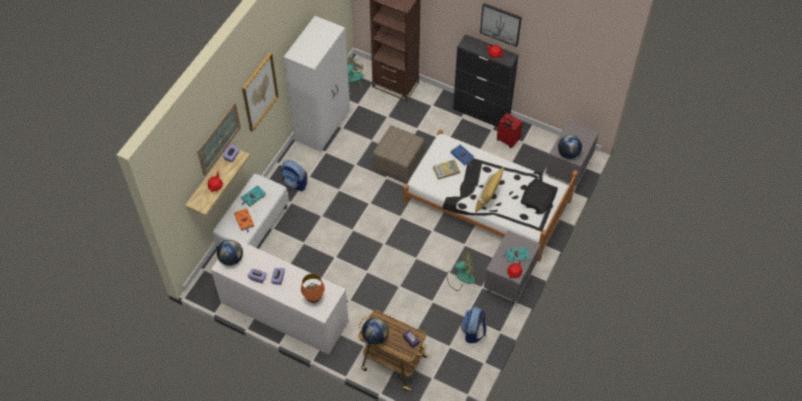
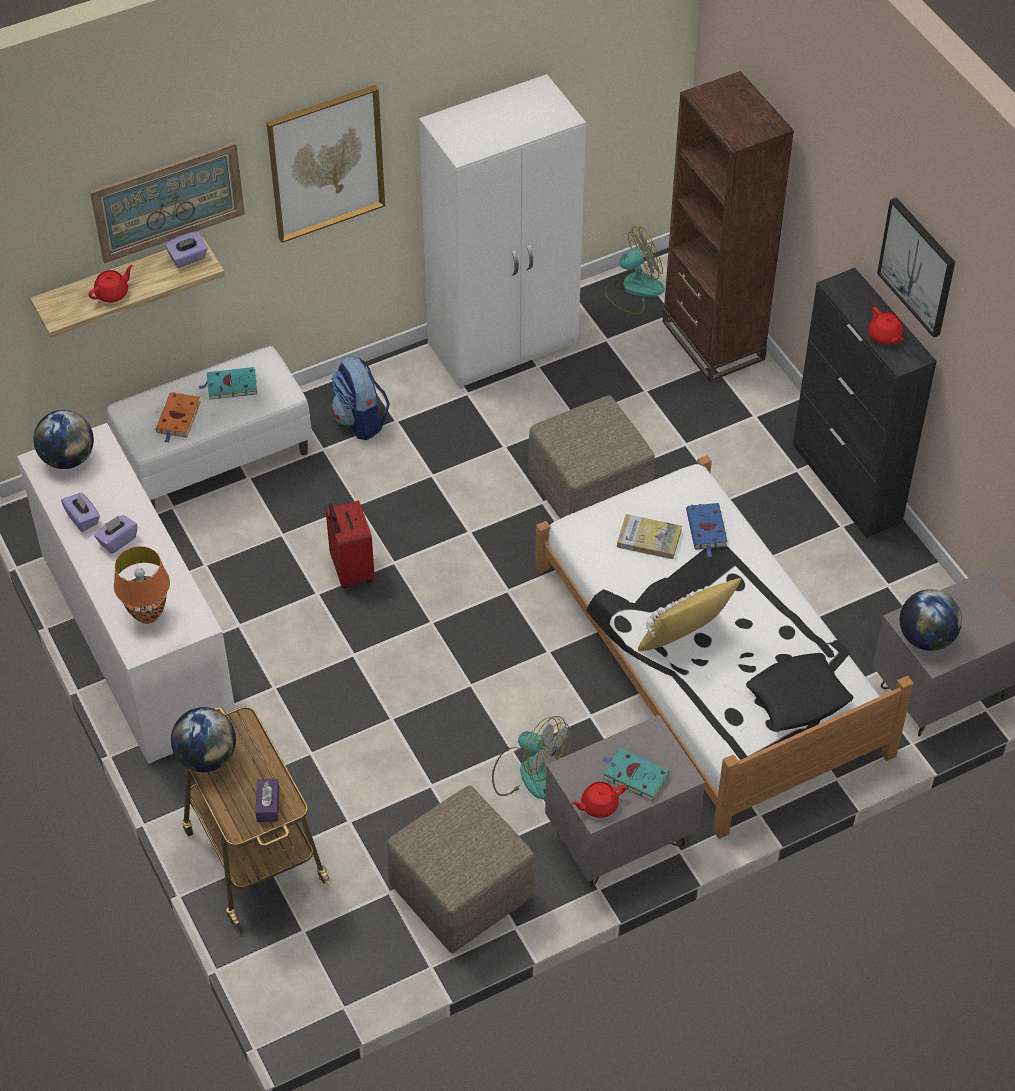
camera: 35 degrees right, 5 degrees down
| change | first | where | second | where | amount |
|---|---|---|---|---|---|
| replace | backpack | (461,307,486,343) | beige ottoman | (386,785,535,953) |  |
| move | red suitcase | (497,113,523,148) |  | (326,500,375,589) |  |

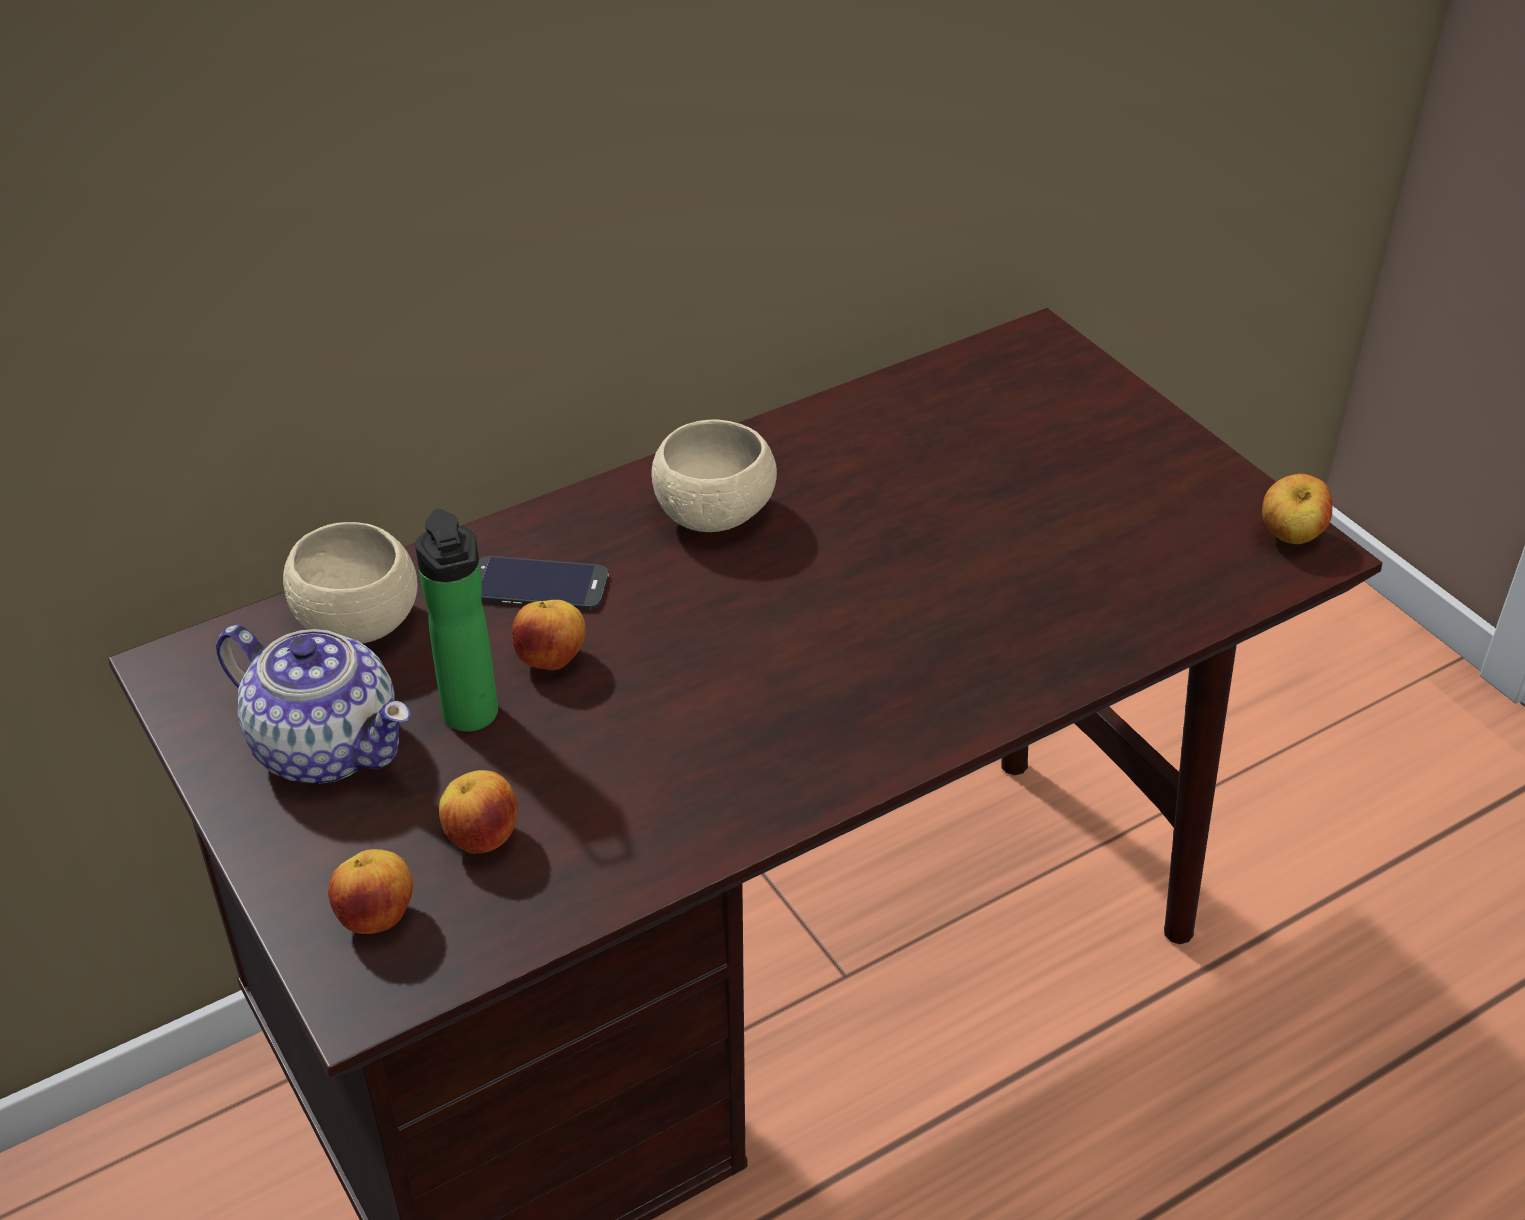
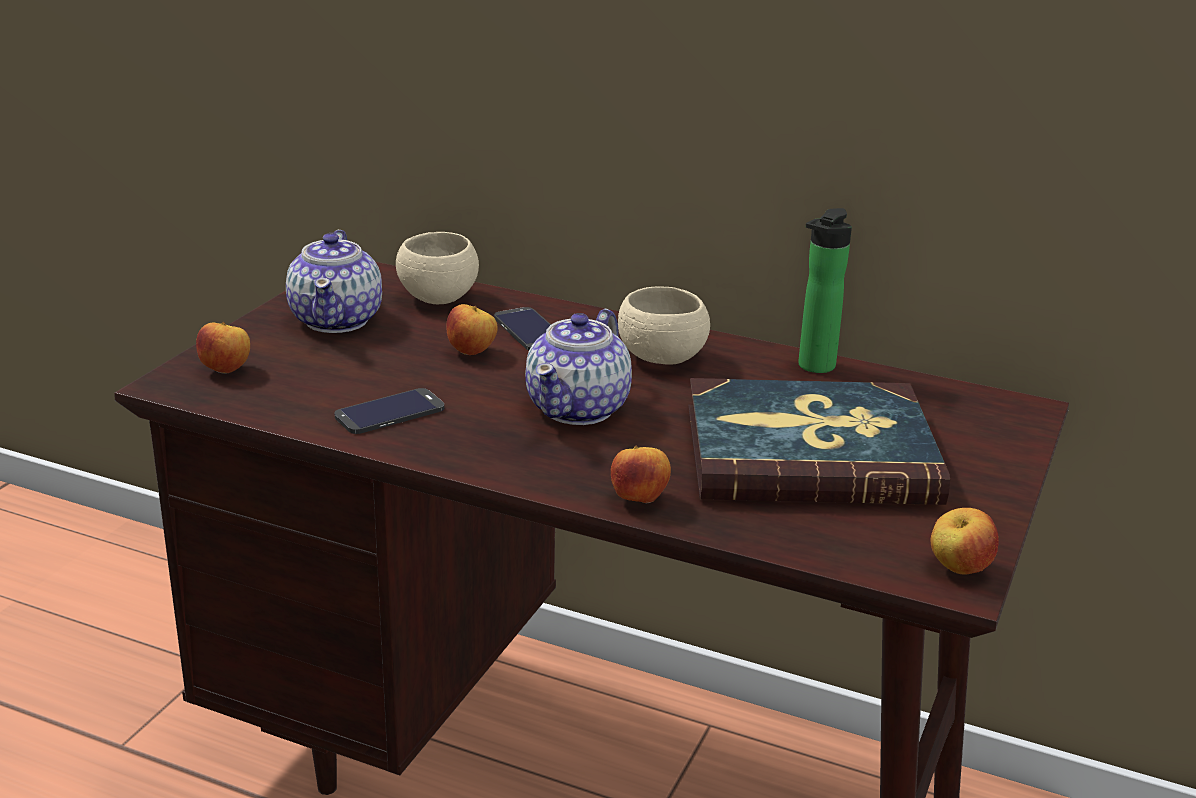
camera: 55 degrees right, 15 degrees down
| change | first | where | second | where | amount |
|---|---|---|---|---|---|
| move | bottle | (415,509,498,732) |  | (798,208,852,373) |  |
| move | apple | (439,770,518,854) |  | (611,445,671,503) |  |
| insert |  |  | phone | (334,388,444,434) |  |
| insert |  |  | teapot | (525,309,632,425) |  |
| insert |  |  | book | (688,378,950,505) |  |

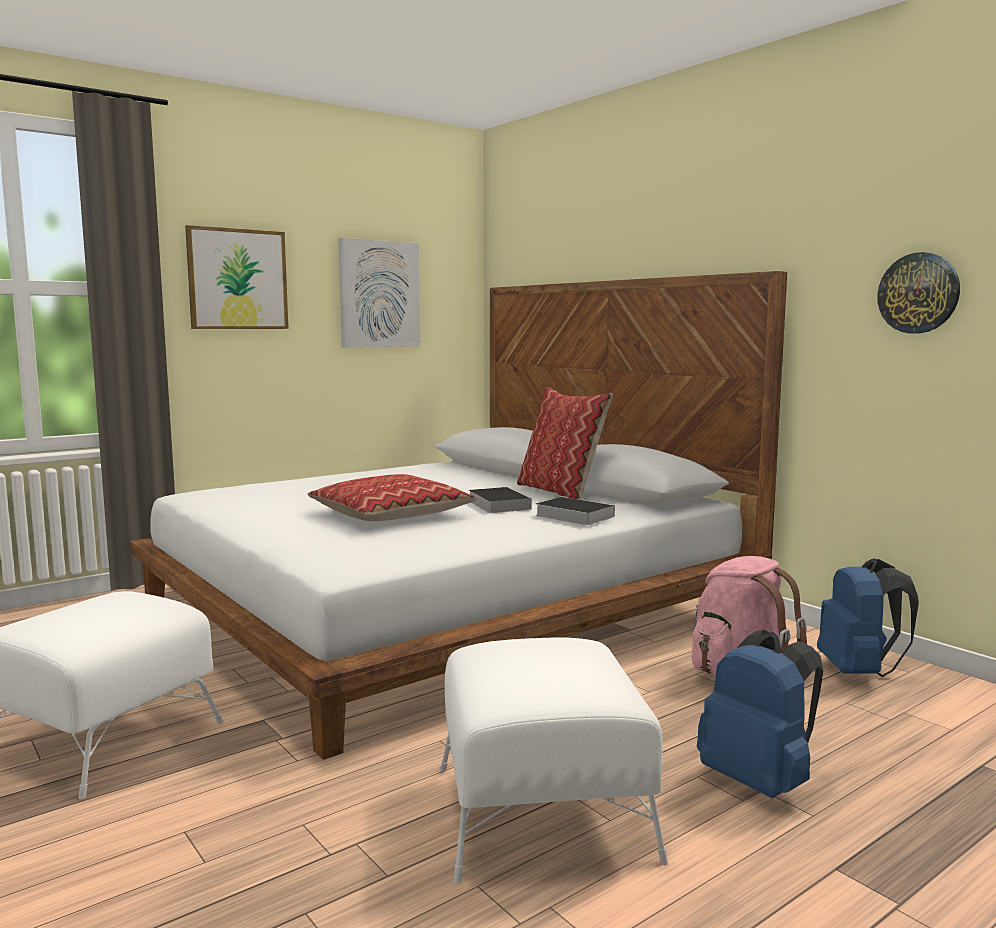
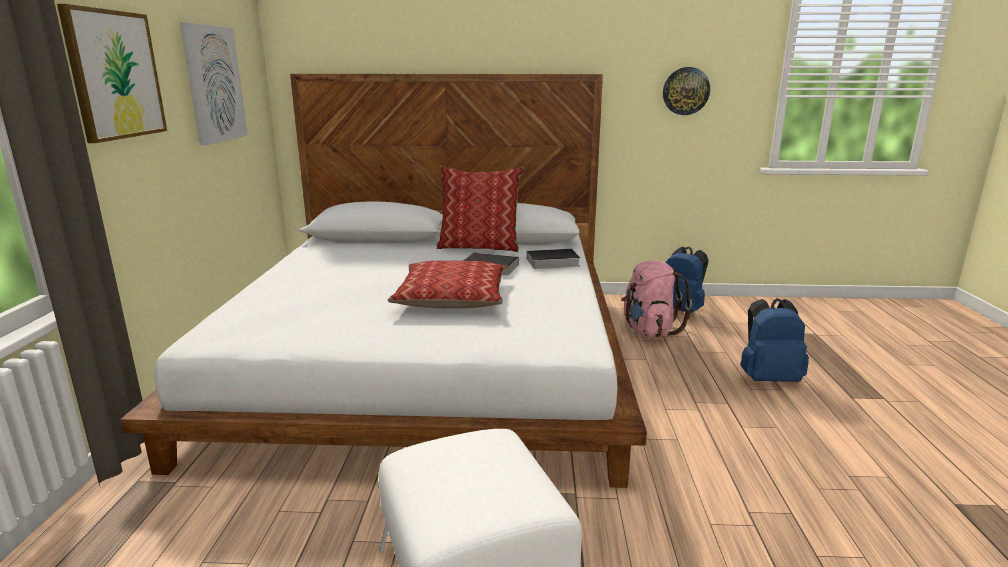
camera: 50 degrees left, 10 degrees up
| change | first | where | second | where | amount |
|---|---|---|---|---|---|
| delete | white ottoman | (440,638,668,883) |  |  |  |

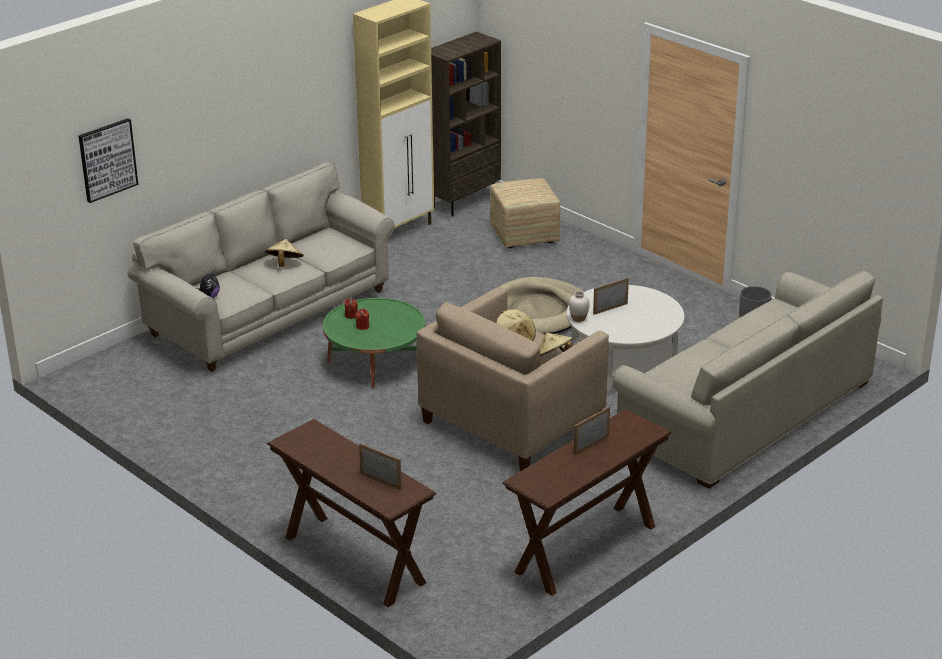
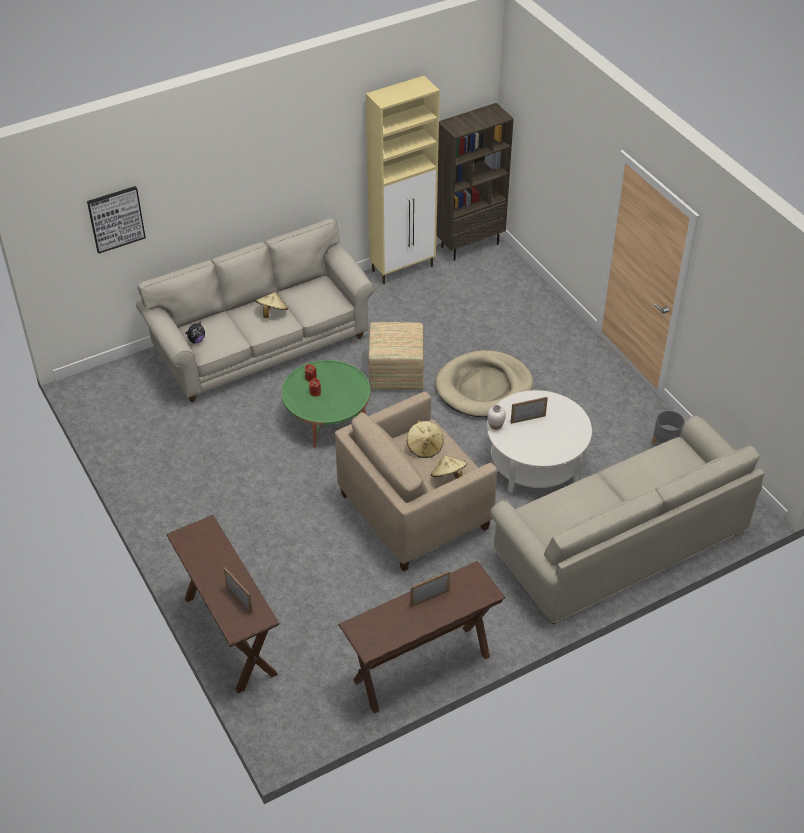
camera: 15 degrees right, 15 degrees up
| change | first | where | second | where | amount |
|---|---|---|---|---|---|
| move | ottoman | (490,178,560,248) |  | (368,322,424,389) |  |

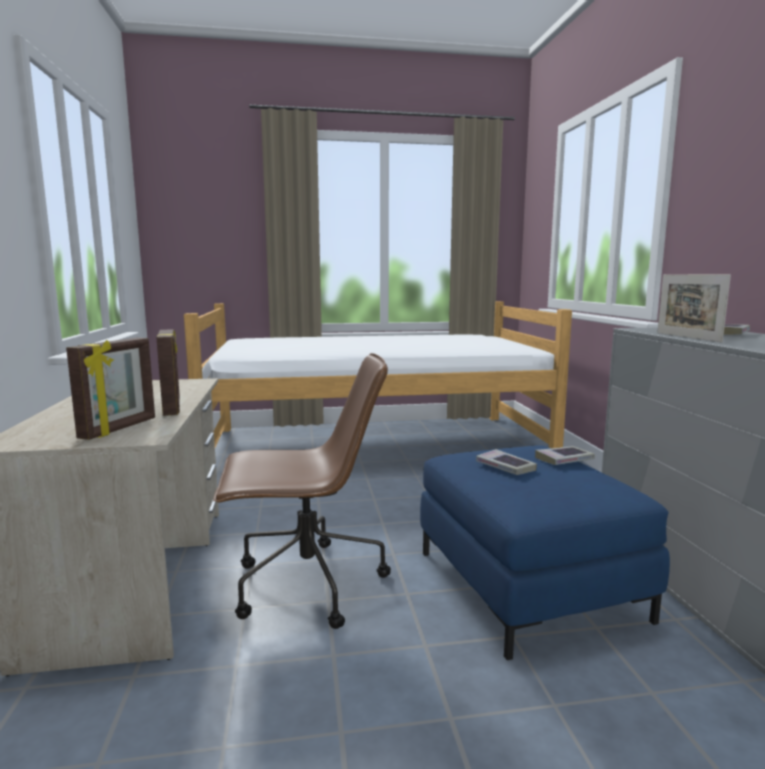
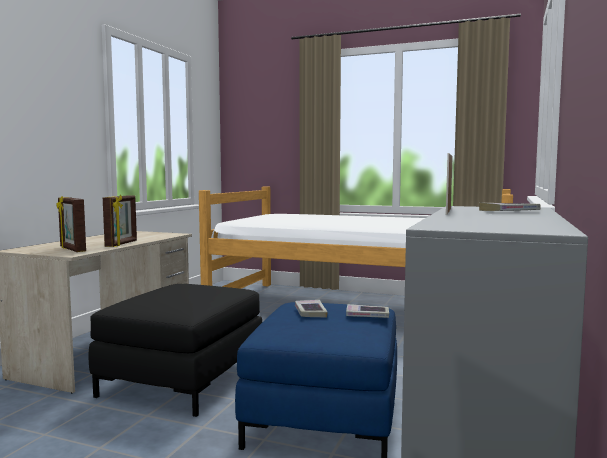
camera: 30 degrees right, 5 degrees down
| change | first | where | second | where | amount |
|---|---|---|---|---|---|
| rotate | picture frame | (66,338,155,440) |  | (57,196,86,252) | 90 degrees clockwise |
| replace | brown office chair | (213,353,391,629) | black ottoman | (89,284,262,417) |  |

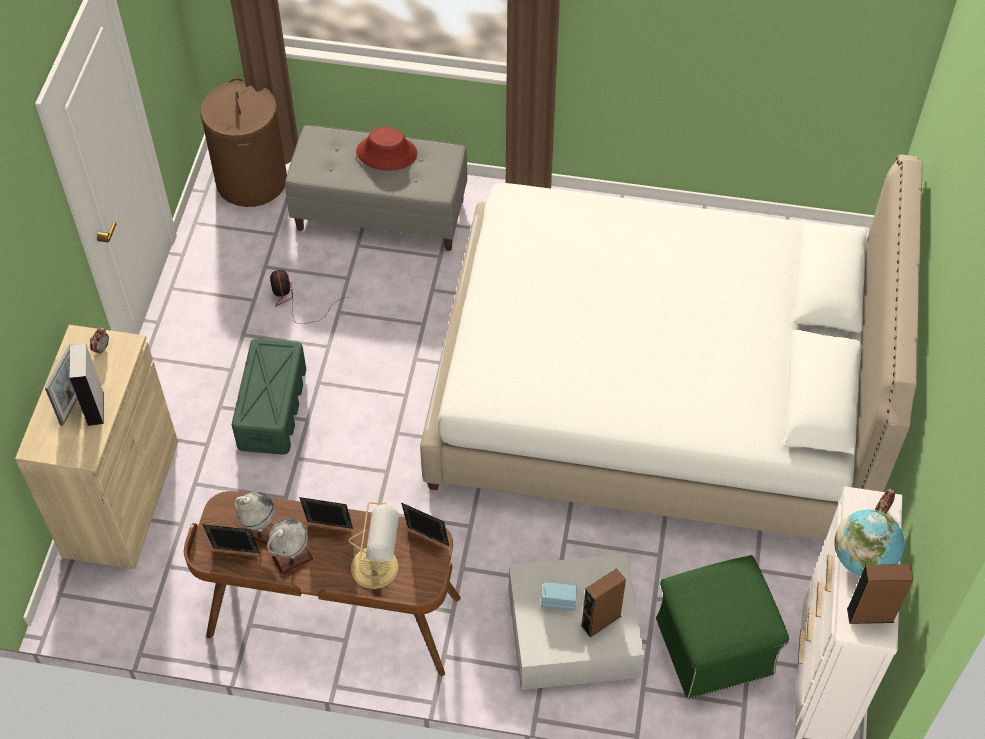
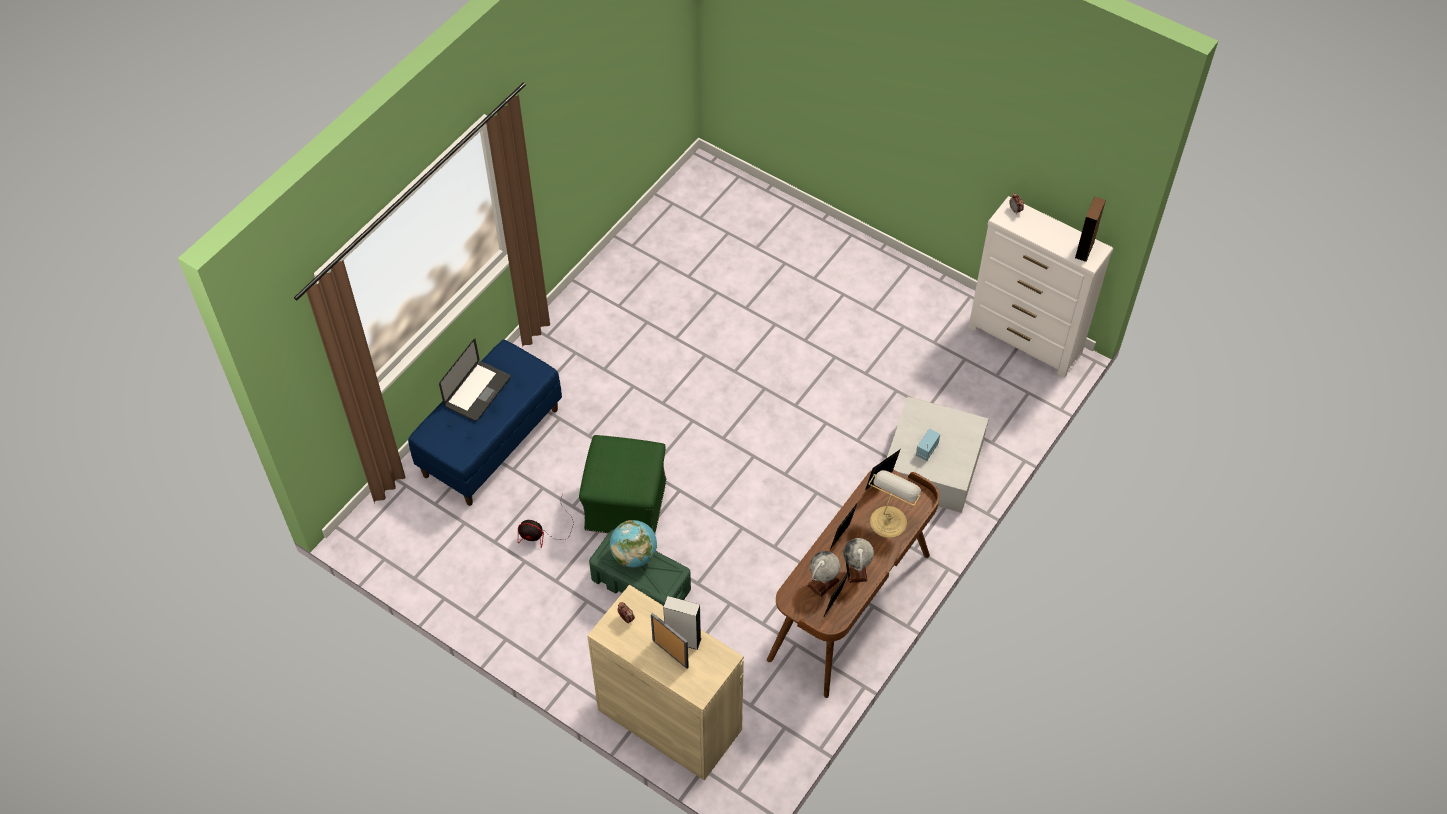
camera: 65 degrees left, 0 degrees up
| change | first | where | second | where | amount |
|---|---|---|---|---|---|
| delete | brown laundry basket | (200,78,287,207) |  |  |  |
| recolor | grey bench | (285,125,467,251) | blue bench | (408,339,562,506) |  |
| replace | red hat | (356,127,417,171) | laptop | (439,338,511,421) |  |
| delete | white bed | (420,155,923,540) |  |  |  |
| delete | brown speaker | (581,568,626,637) |  |  |  |
| move | green ottoman | (656,555,789,699) |  | (579,435,666,533) |  |
| move | globe | (834,509,904,576) |  | (610,520,657,568) |  |

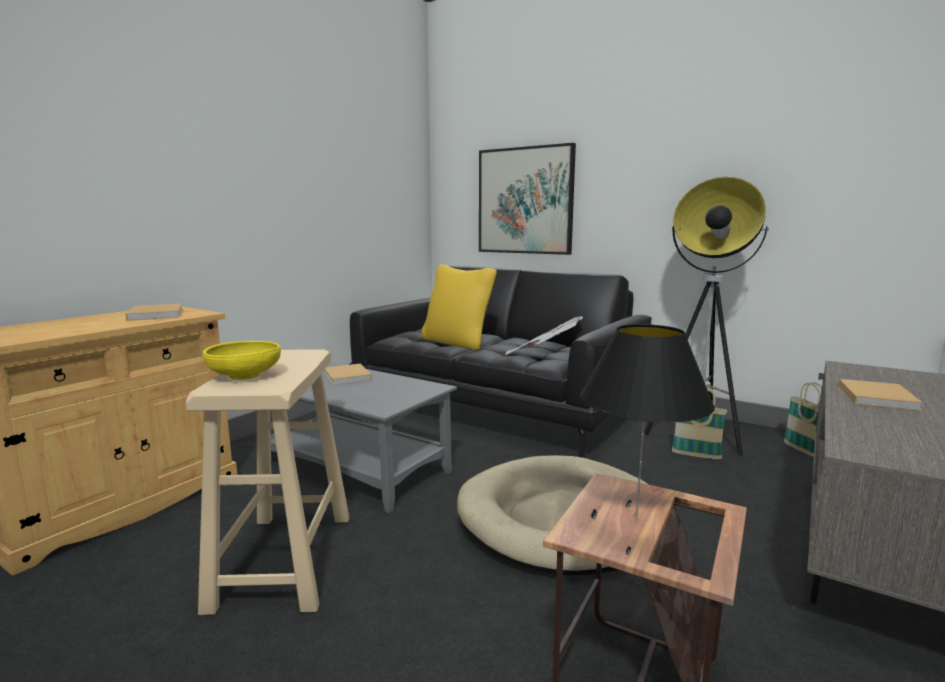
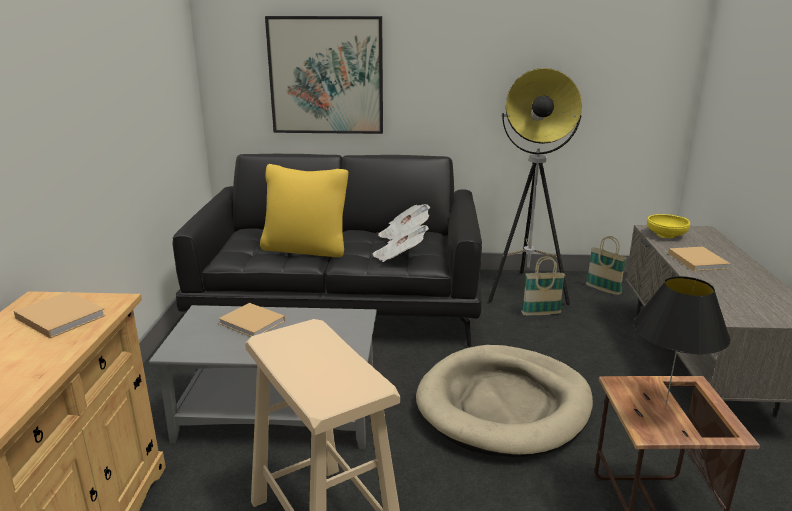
camera: 30 degrees left, 10 degrees up
| change | first | where | second | where | amount |
|---|---|---|---|---|---|
| move | yellow bowl | (203,341,281,380) |  | (647,214,690,238) |  |

